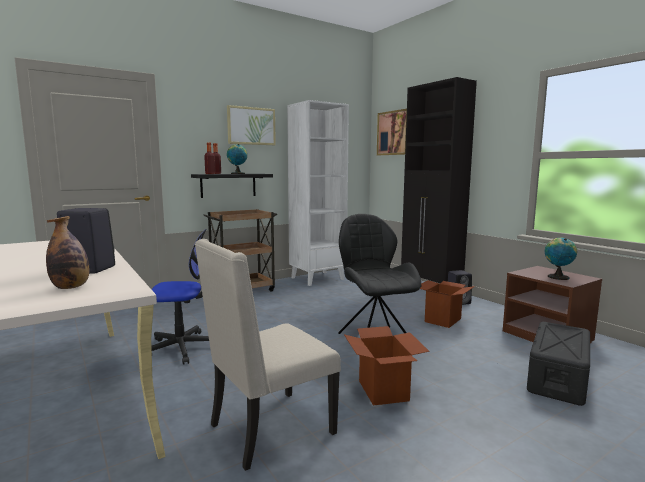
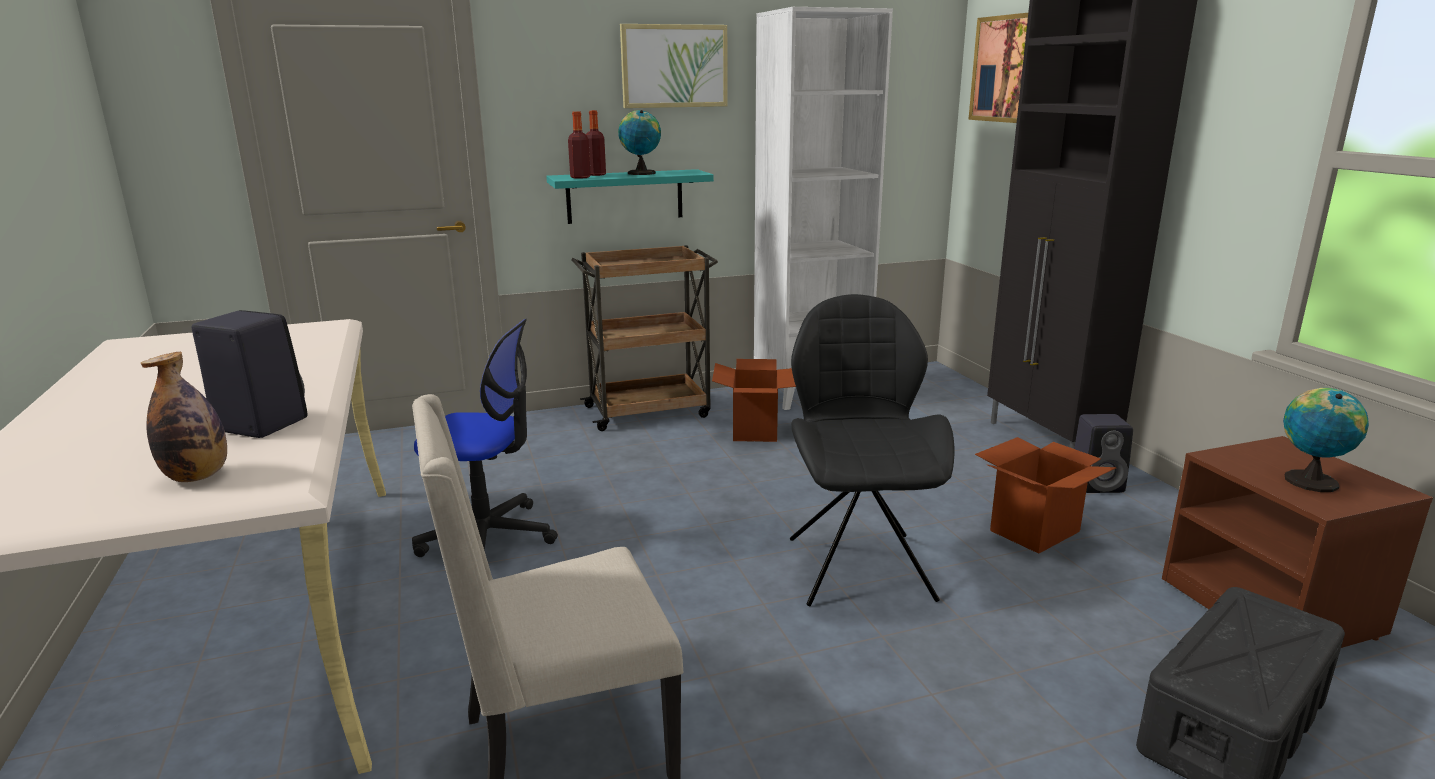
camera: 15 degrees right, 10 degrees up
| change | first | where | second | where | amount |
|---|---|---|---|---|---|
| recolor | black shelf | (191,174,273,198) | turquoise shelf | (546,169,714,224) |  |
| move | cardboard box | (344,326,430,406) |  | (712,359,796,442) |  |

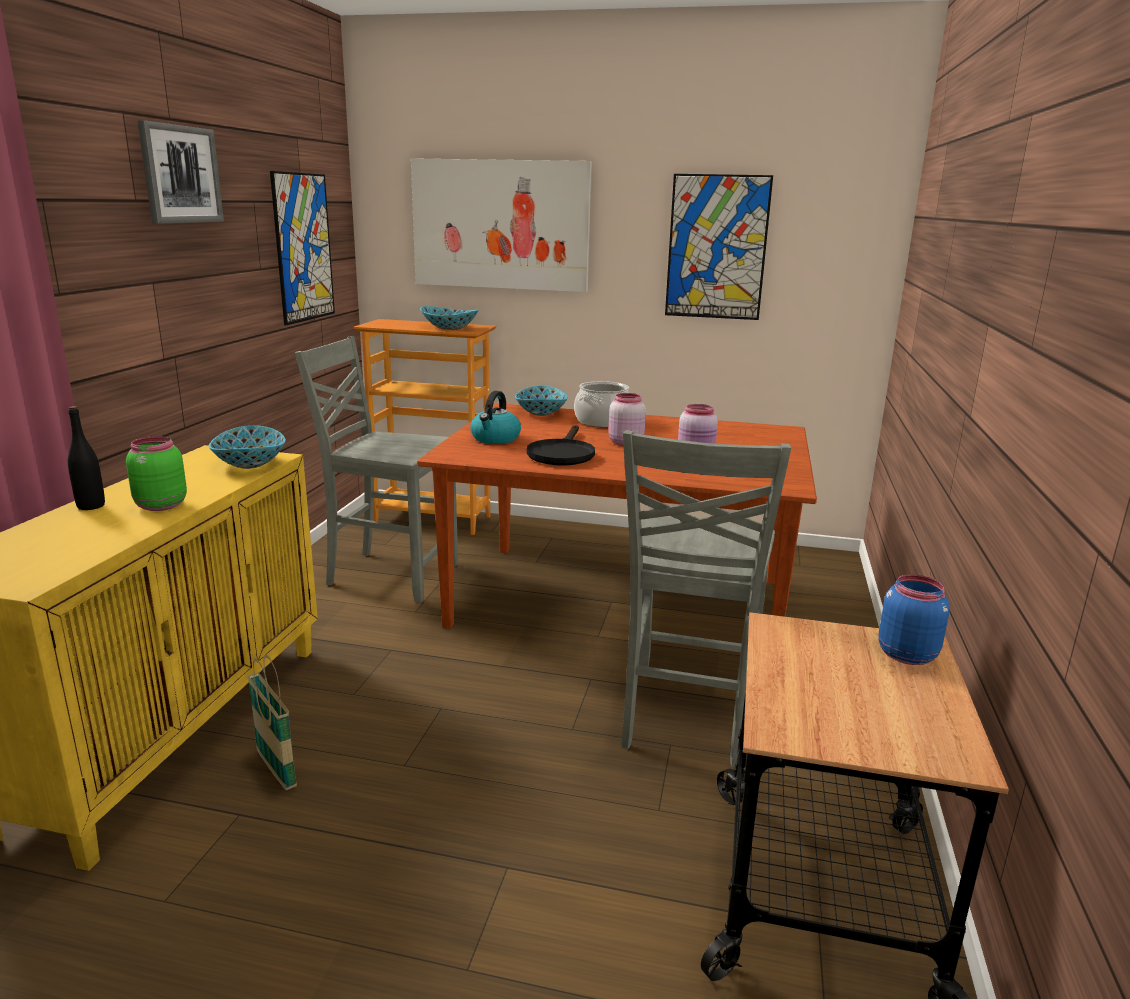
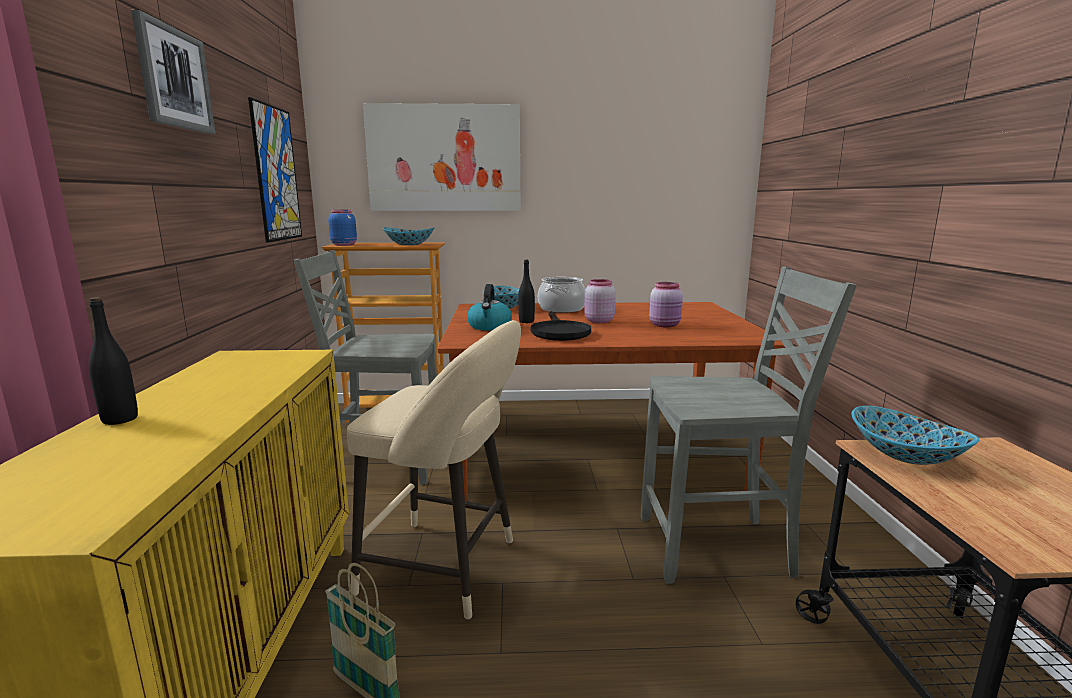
camera: 15 degrees left, 5 degrees down
| change | first | where | second | where | amount |
|---|---|---|---|---|---|
| delete | green jar | (126,436,187,511) |  |  |  |
| move | bowl | (209,425,286,469) |  | (852,406,979,465) |  |
| rotate | grey chair | (621,430,791,767) |  | (641,266,856,584) | 90 degrees counterclockwise |
| delete | picture | (665,174,773,320) |  |  |  |
| move | blue jar | (878,574,950,665) |  | (328,210,357,246) |  |
| insert |  |  | beige stool | (347,320,521,620) |  |
| insert |  |  | black bottle | (518,260,535,323) |  |

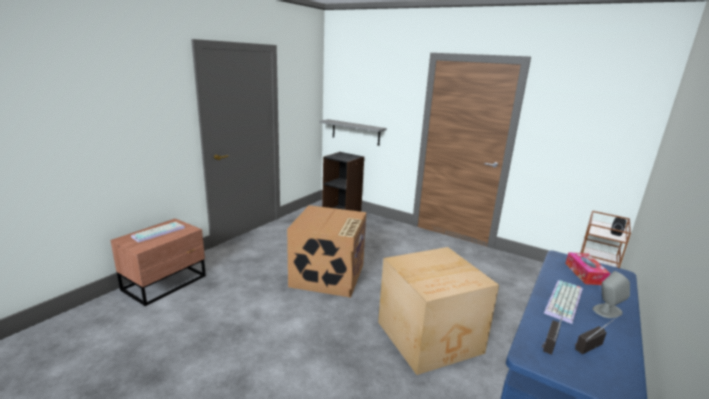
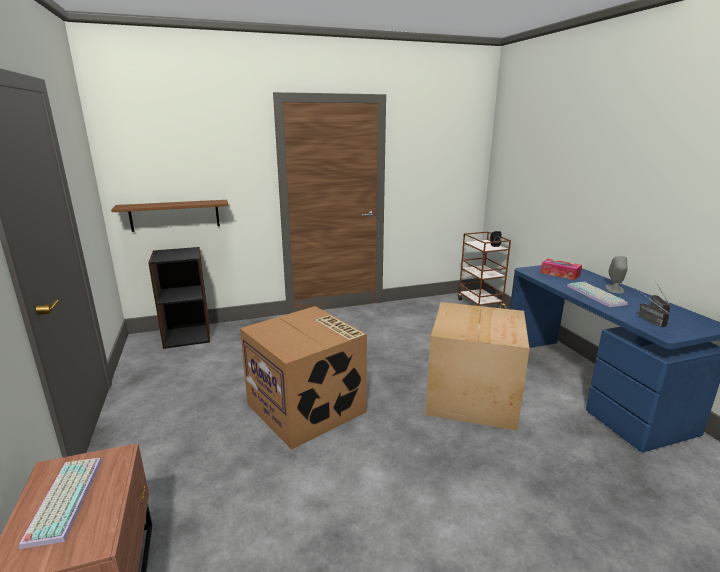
camera: 50 degrees left, 0 degrees up
| change | first | where | second | where | amount |
|---|---|---|---|---|---|
| recolor | grey shelf | (319,119,387,146) | brown shelf | (111,200,228,232) |  |

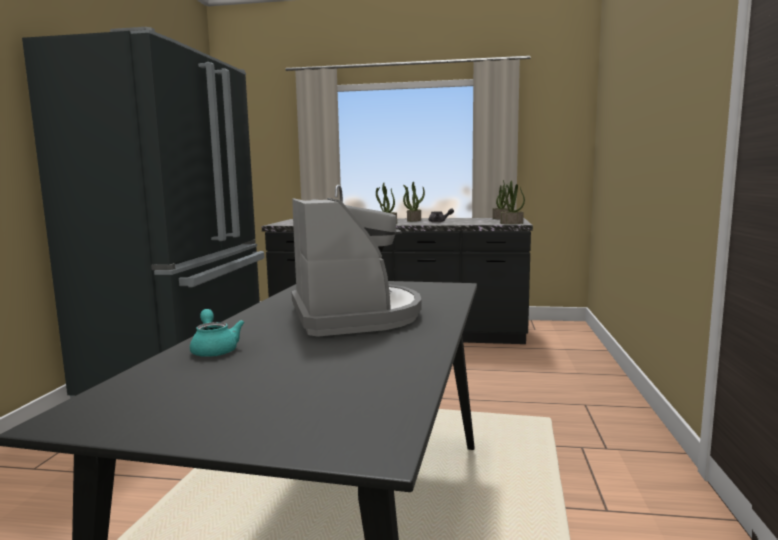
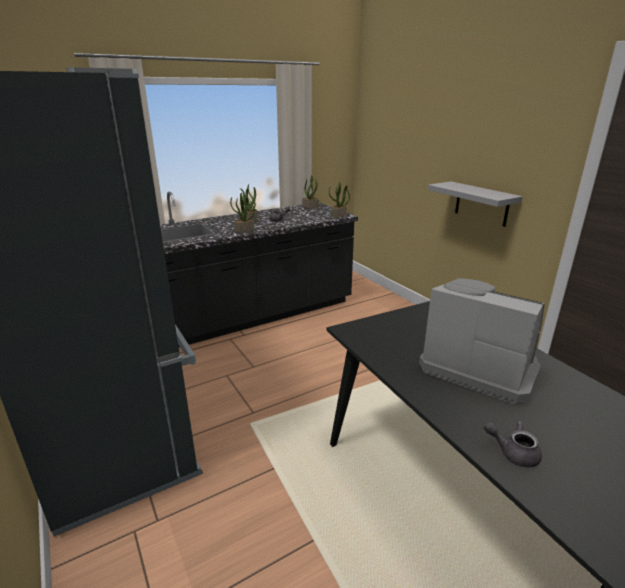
camera: 40 degrees left, 15 degrees up
| change | first | where | second | where | amount |
|---|---|---|---|---|---|
| recolor | turquoise teapot | (190,309,244,357) | grey teapot | (484,421,542,467) |  |
| insert |  |  | grey shelf | (427,181,523,227) |  |

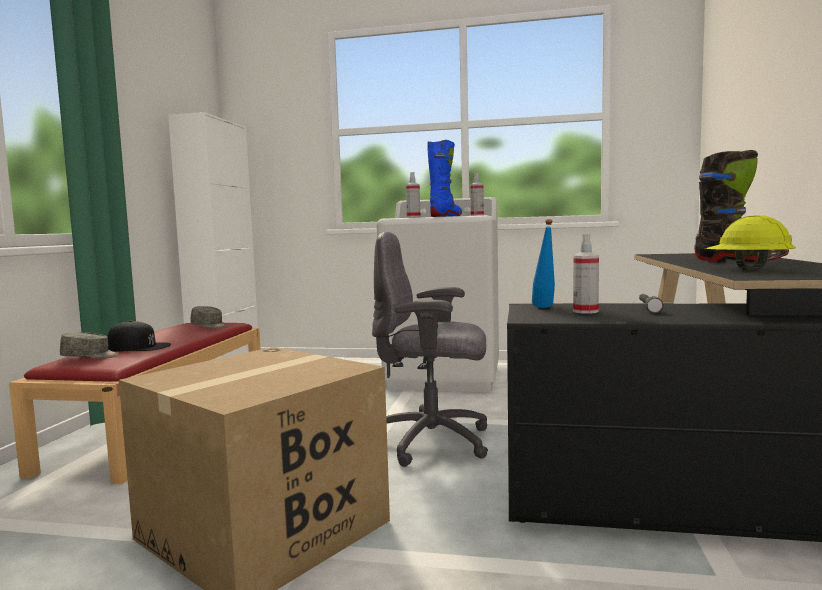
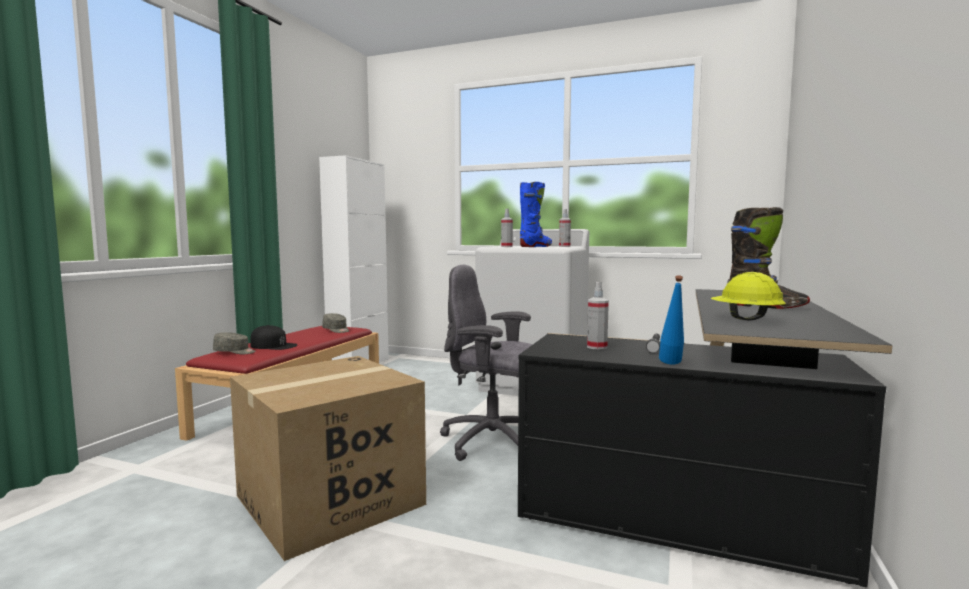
camera: 10 degrees right, 0 degrees up
| change | first | where | second | where | amount |
|---|---|---|---|---|---|
| move | blue bottle | (532,219,555,308) |  | (659,275,684,365) |  |

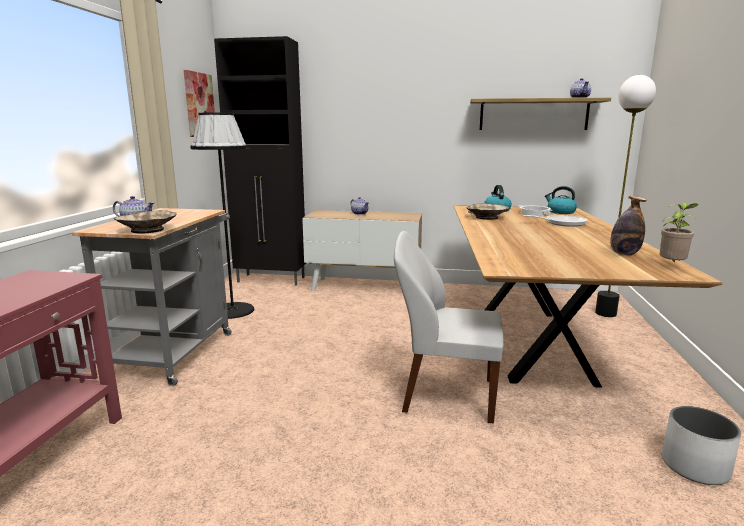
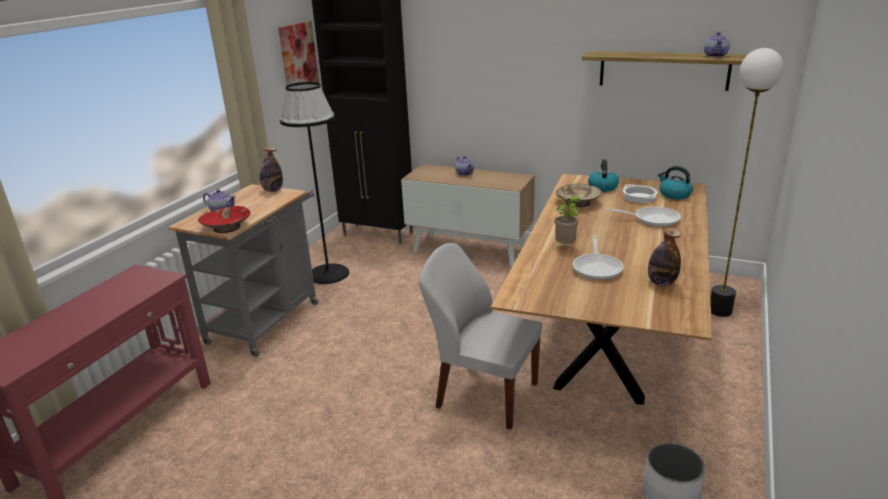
camera: 15 degrees right, 10 degrees up
| change | first | where | second | where | amount |
|---|---|---|---|---|---|
| recolor | beige bowl | (114,210,177,233) | red bowl | (198,206,250,233) |  |
| move | potted plant | (659,202,698,263) |  | (555,196,581,244) |  |
| insert |  |  | bottle | (260,147,283,192) |  |
| insert |  |  | frying pan | (573,235,624,280) |  |

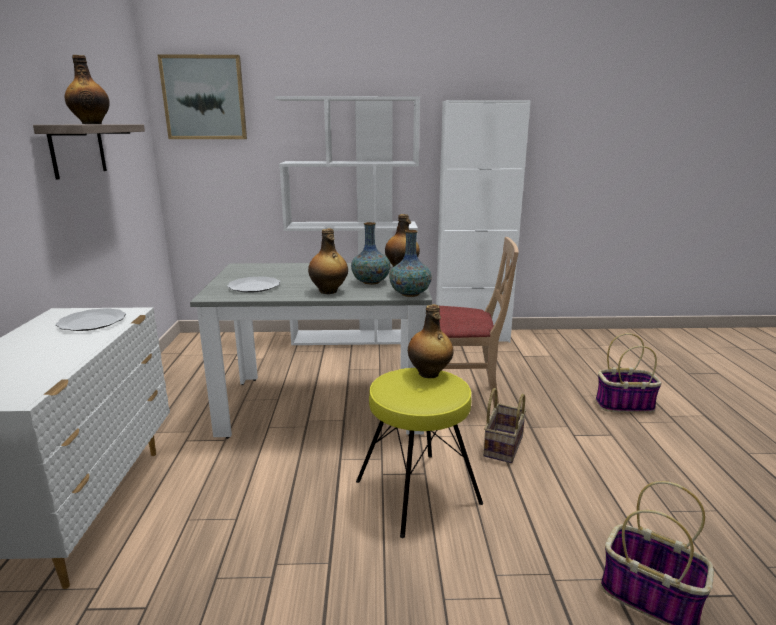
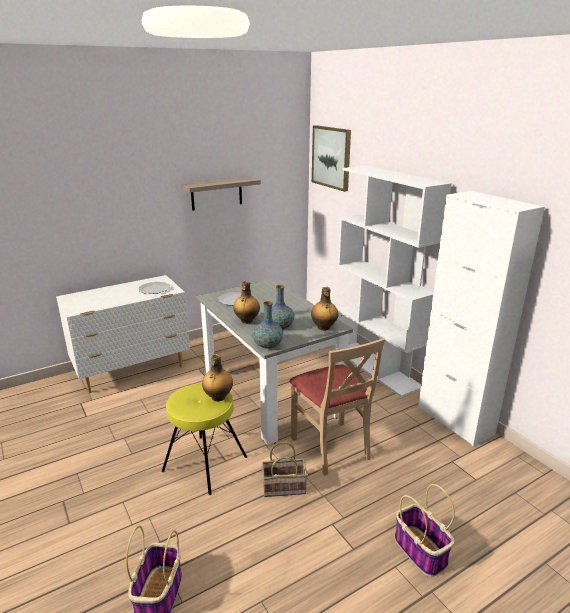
camera: 60 degrees right, 5 degrees up
| change | first | where | second | where | amount |
|---|---|---|---|---|---|
| delete | bottle | (65,55,110,124) |  |  |  |

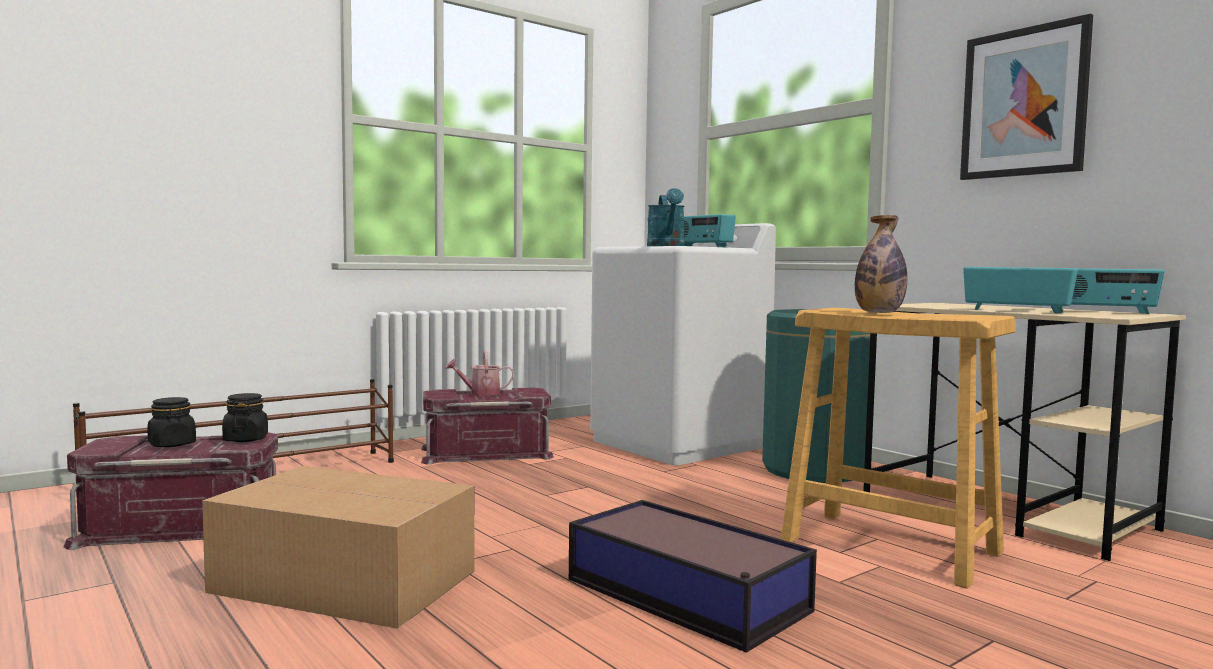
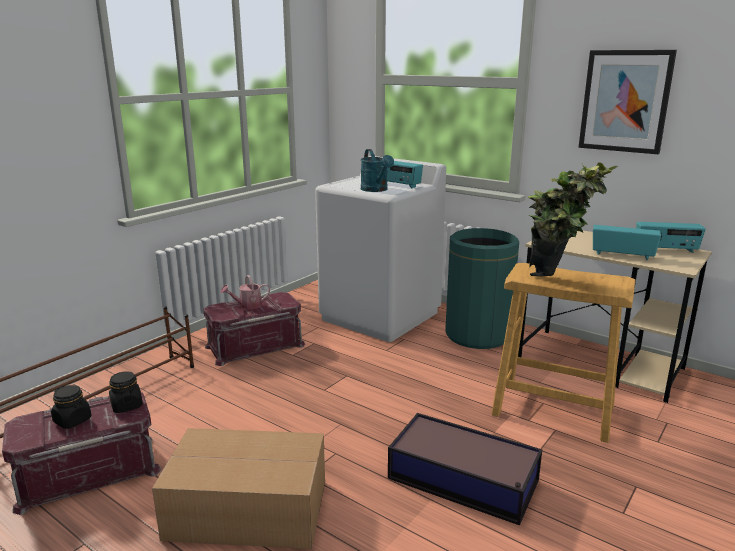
camera: 15 degrees left, 15 degrees up
| change | first | where | second | where | amount |
|---|---|---|---|---|---|
| replace | bottle | (855,215,907,313) | potted plant | (528,162,618,276) |  |

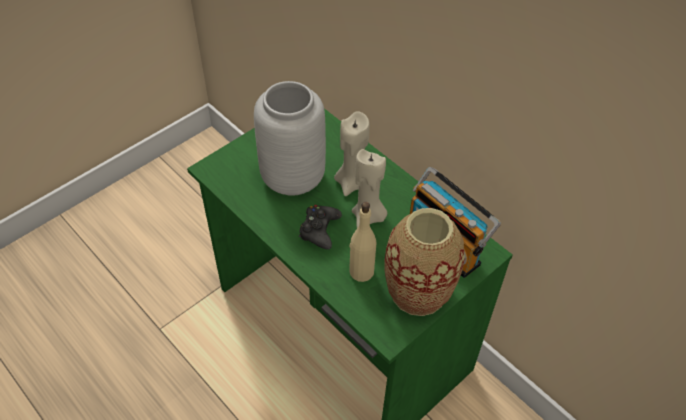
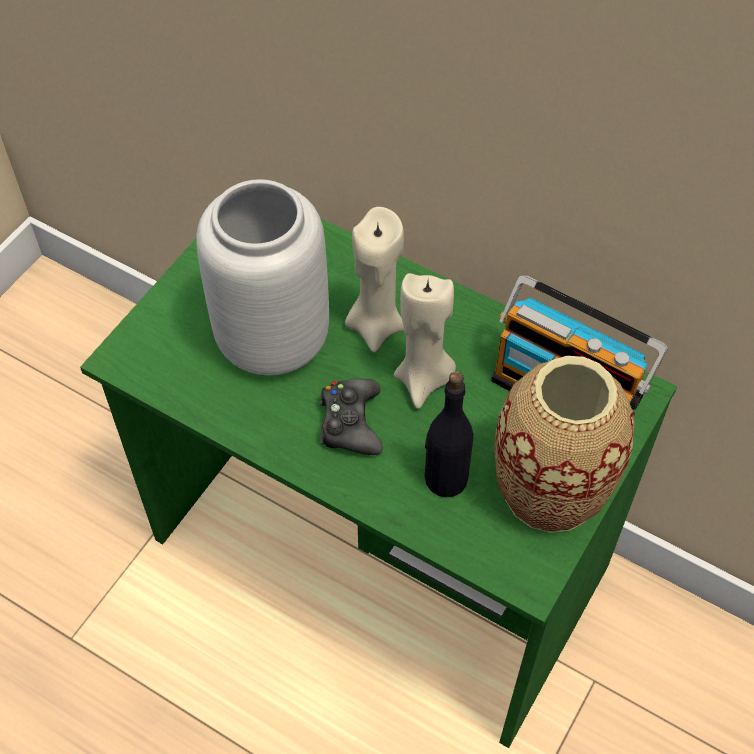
camera: 15 degrees left, 5 degrees up
| change | first | where | second | where | amount |
|---|---|---|---|---|---|
| recolor | beige bottle | (349,202,376,282) | black bottle | (425,371,474,497) |  |

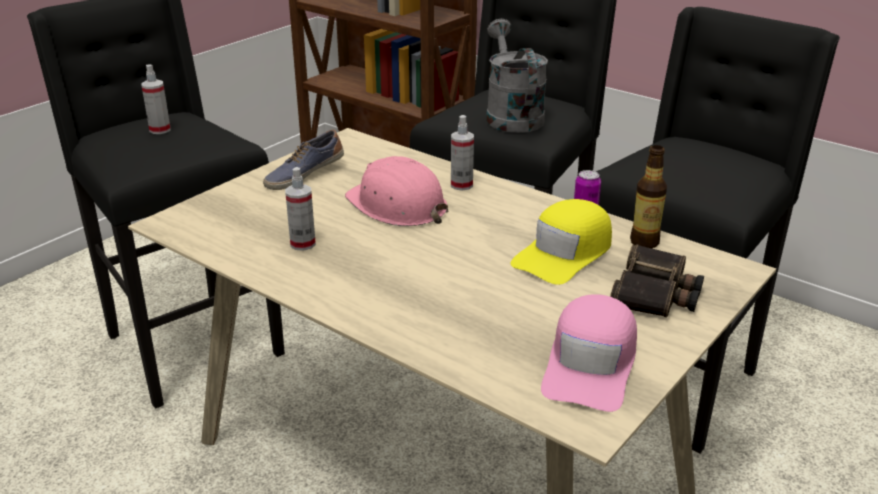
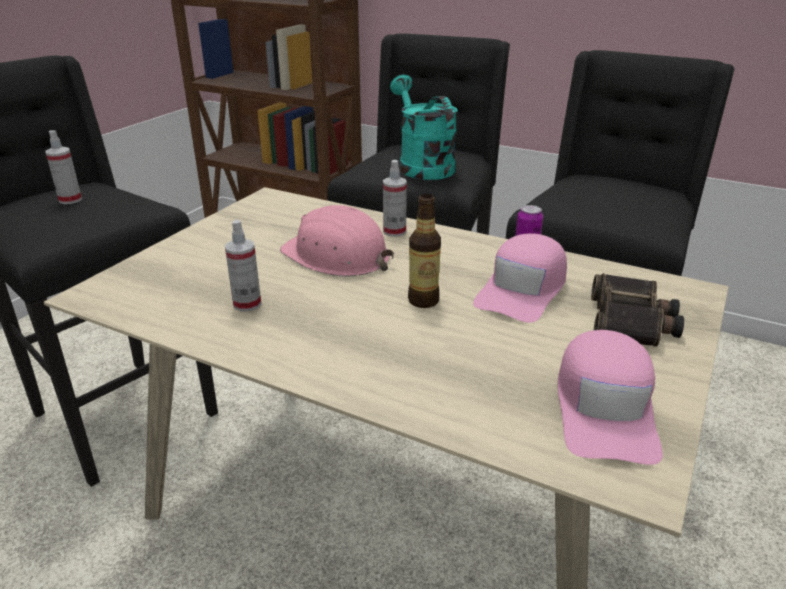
camera: 10 degrees left, 0 degrees up
| change | first | where | second | where | amount |
|---|---|---|---|---|---|
| delete | shoe | (263,130,344,190) |  |  |  |
| recolor | grey watering can | (486,19,548,133) | turquoise watering can | (390,75,458,180) |  |
| recolor | yellow cap | (510,199,612,285) | pink cap | (473,233,567,323) |  |
| move | bottle | (630,145,667,248) |  | (408,194,441,308) |  |

